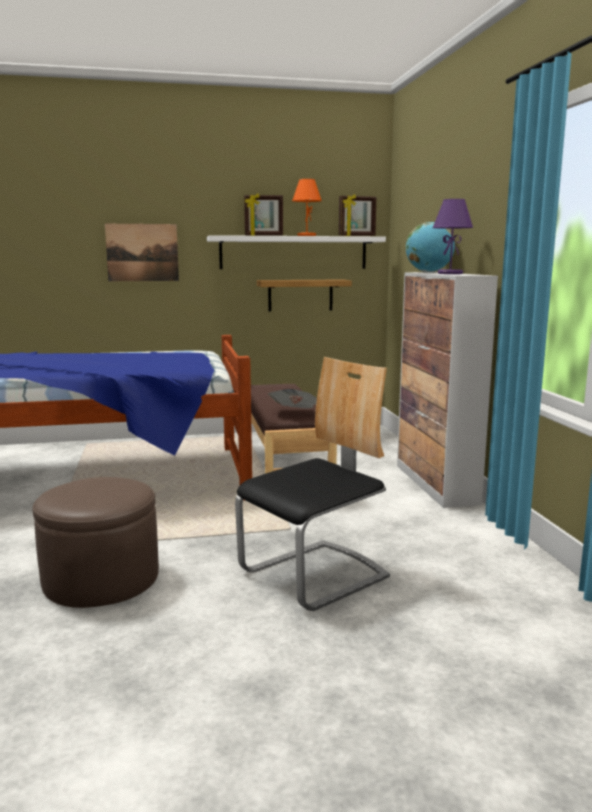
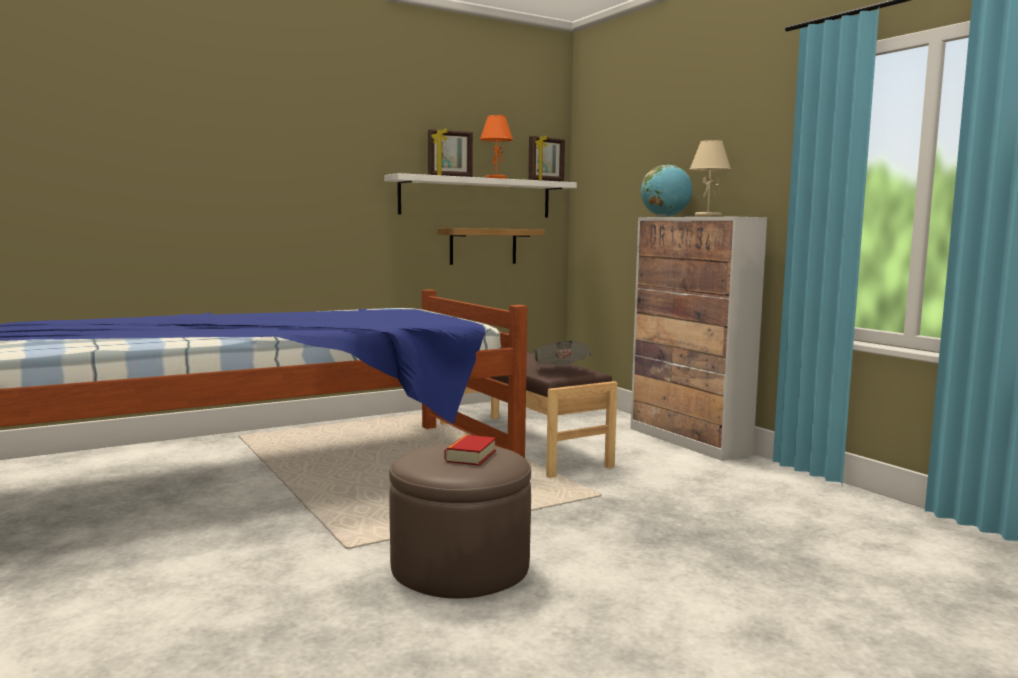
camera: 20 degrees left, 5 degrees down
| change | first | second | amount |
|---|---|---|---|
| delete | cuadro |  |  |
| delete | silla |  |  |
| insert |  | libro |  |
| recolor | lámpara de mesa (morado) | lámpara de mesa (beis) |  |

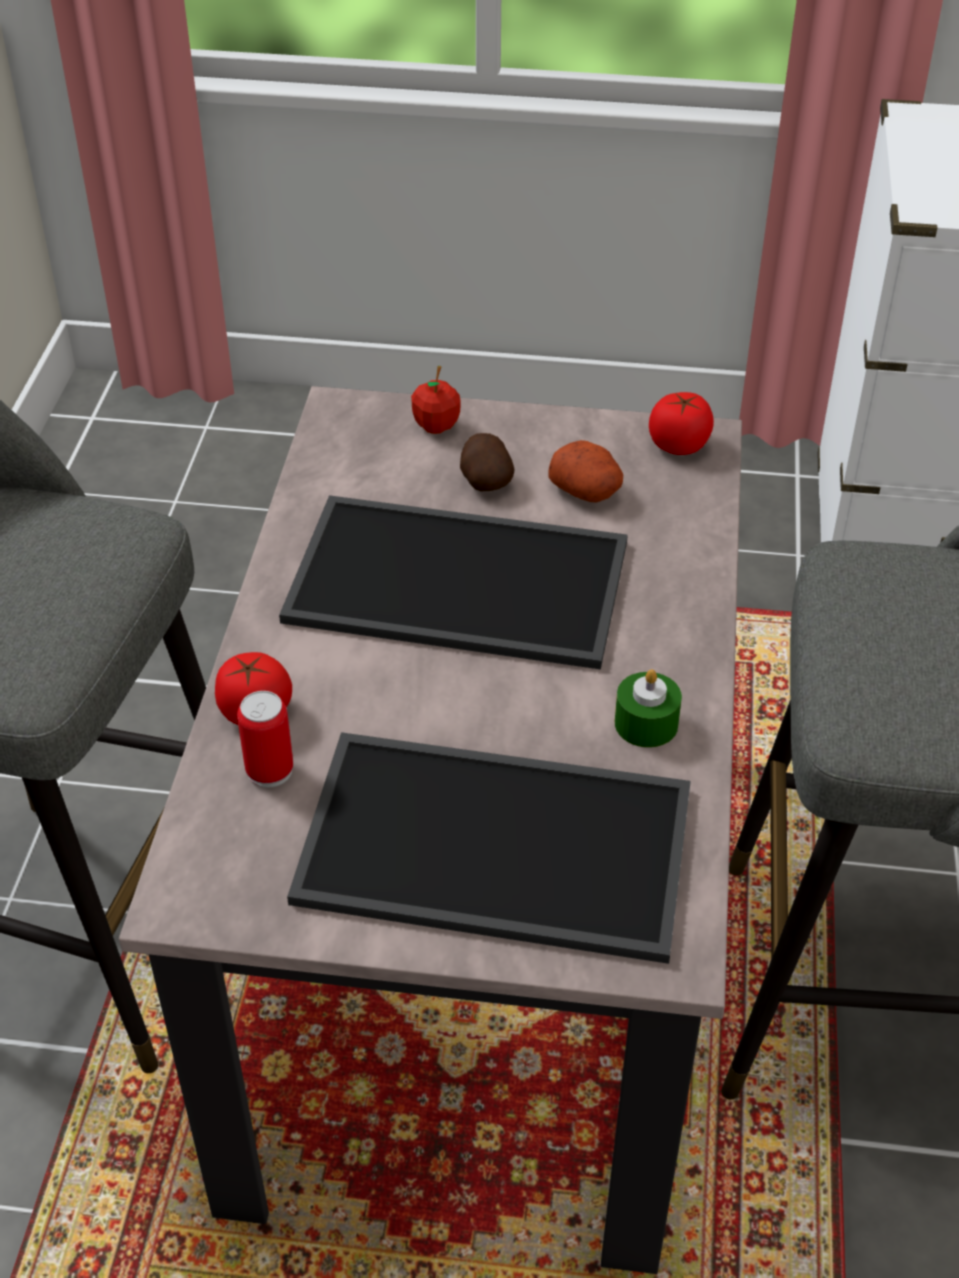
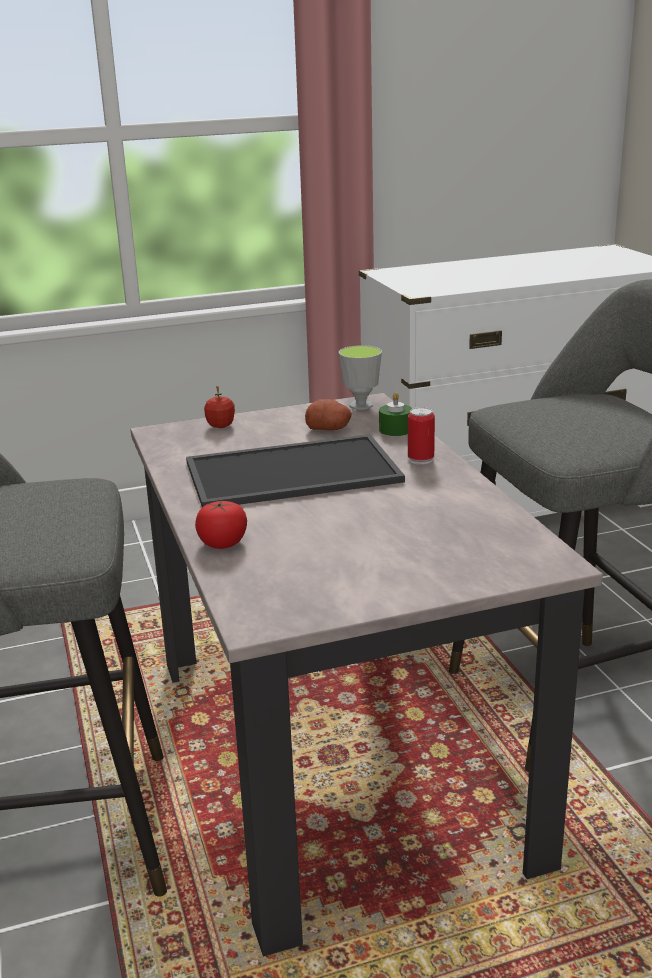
camera: 25 degrees left, 20 degrees down
| change | first | second | amount |
|---|---|---|---|
| delete | bandeja (2nd from left) |  |  |
| delete | patata (1st from left) |  |  |
| move | lata |  |  |
| move | vela (verde) |  |  |
| replace | tomate (2nd from left) | taza |  |

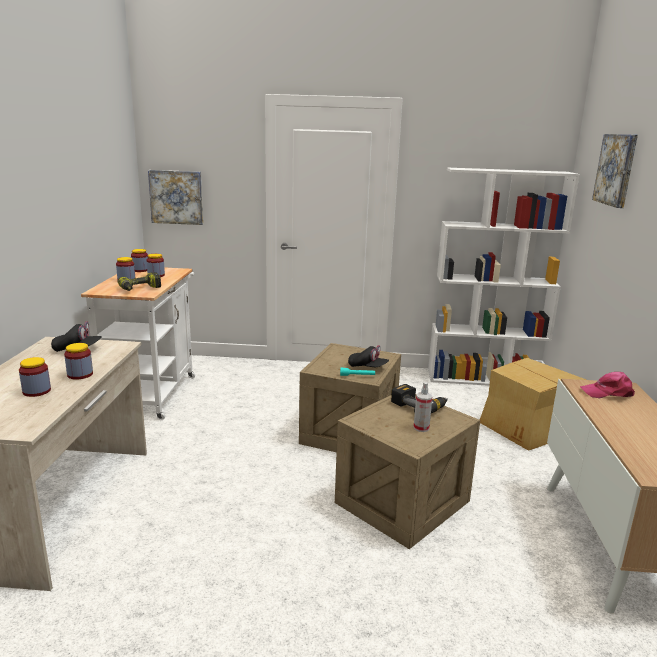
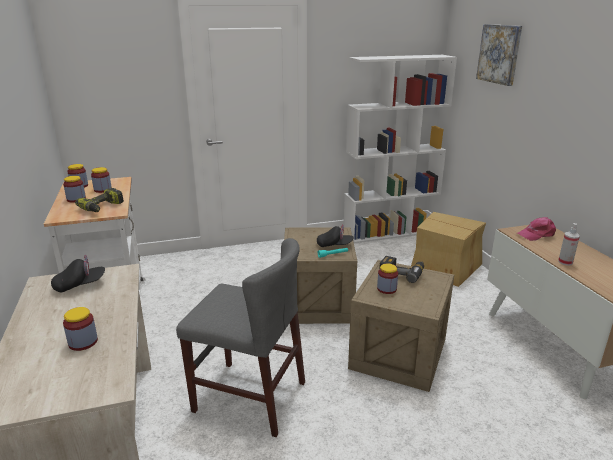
camera: 20 degrees left, 5 degrees up
| change | first | second | amount |
|---|---|---|---|
| delete | cuadro (1st from left) |  |  |
| insert |  | silla (gris) |  |
| move | tarro (2nd from left in the first image) | tarro (5th from left) |  |
| move | pulverizador |  |  |

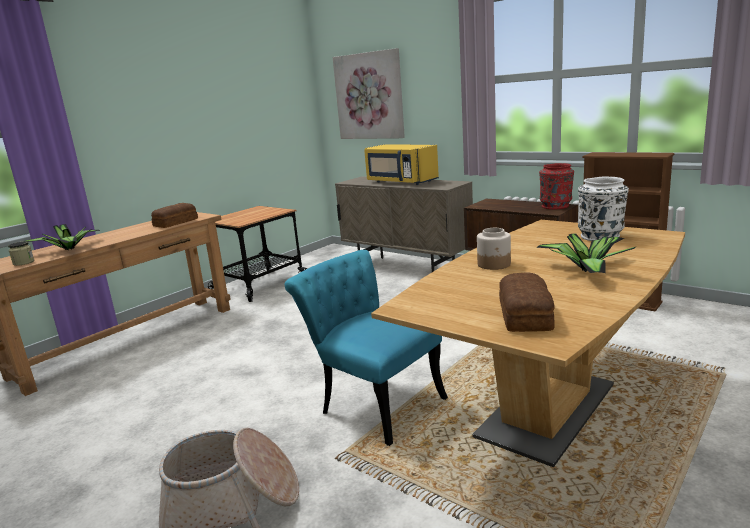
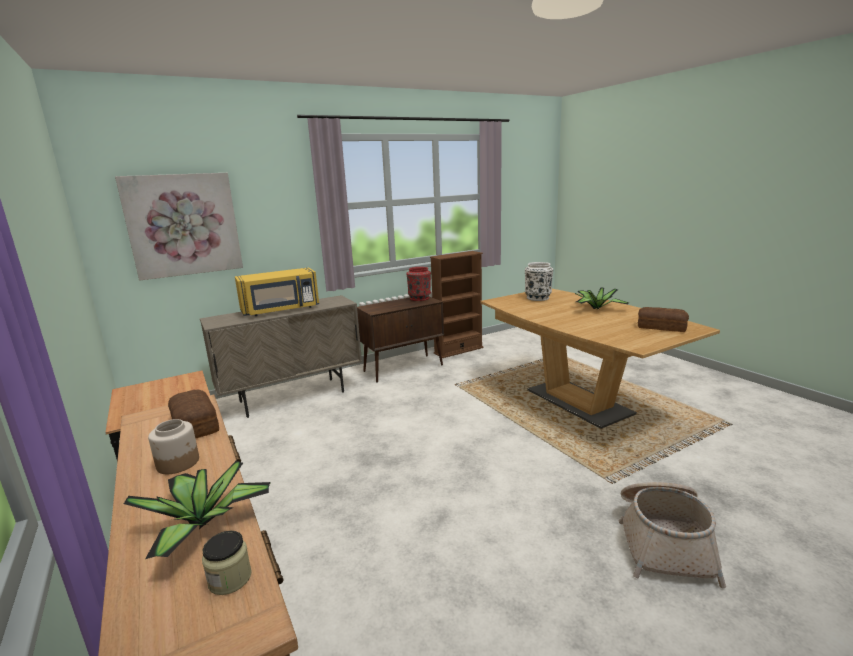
camera: 70 degrees left, 0 degrees up
| change | first | second | amount |
|---|---|---|---|
| delete | silla (turquesa) |  |  |
| move | tarro (2nd from left in the first image) | tarro (1st from left) |  |

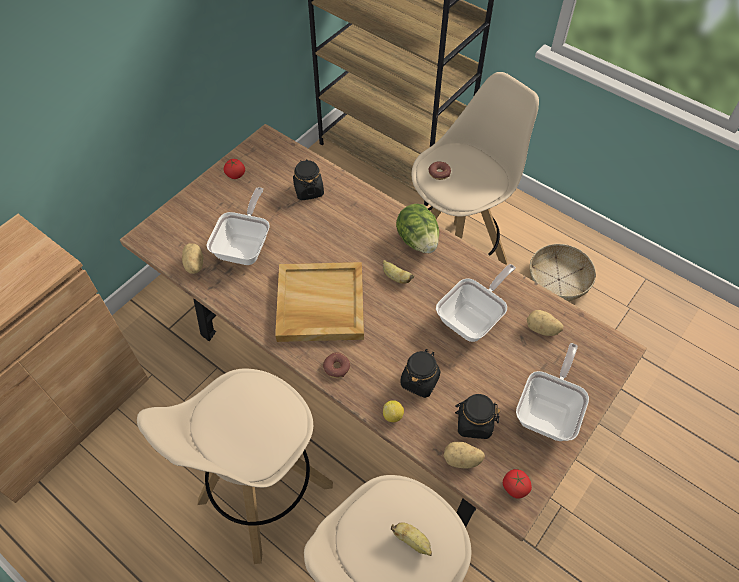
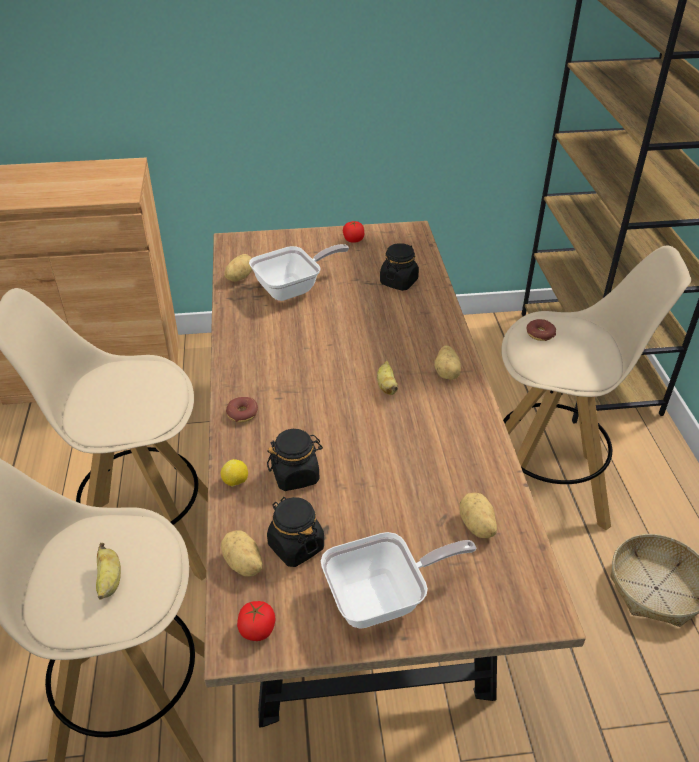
camera: 45 degrees right, 15 degrees down
| change | first | second | amount |
|---|---|---|---|
| delete | bandeja (beis) |  |  |
| delete | sartén (2nd from left) |  |  |
| replace | lechuga | patata (3rd from left) |  |

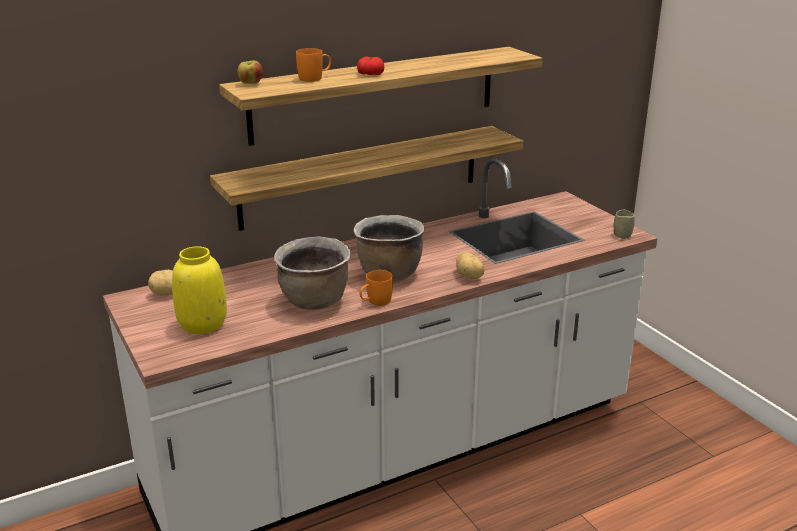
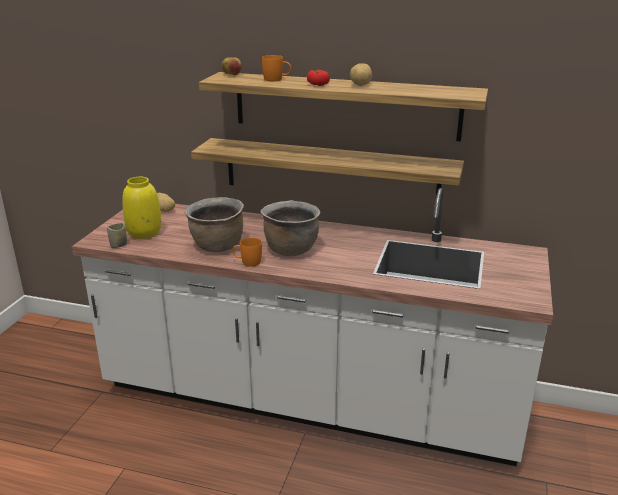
camera: 45 degrees right, 0 degrees up
| change | first | second | amount |
|---|---|---|---|
| move | patata (2nd from left) |  |  |
| move | taza |  |  |

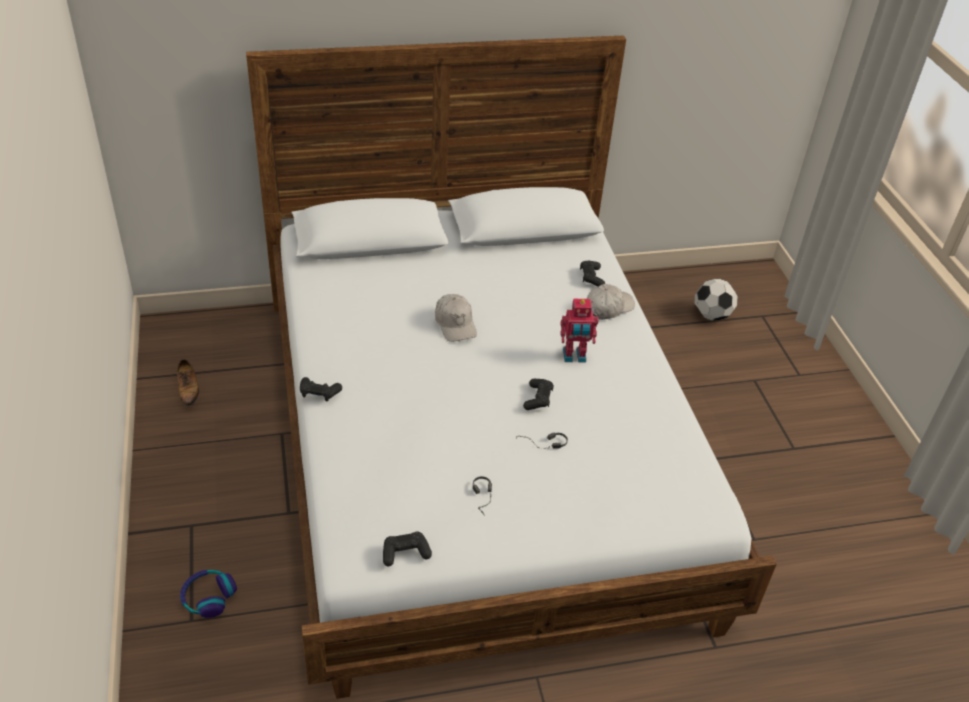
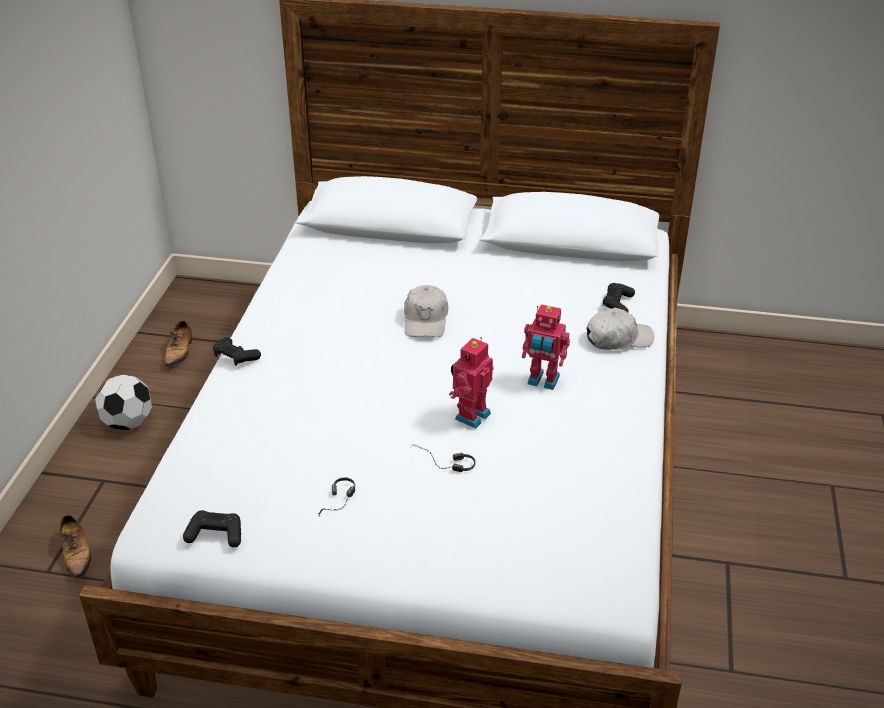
camera: 25 degrees right, 5 degrees down
| change | first | second | amount |
|---|---|---|---|
| move | balón de fútbol |  |  |
| replace | auriculares (1st from left) | zapato (1st from left) |  |
| replace | mando de consola (negro) (3rd from left) | robot de juguete (1st from left) |  |

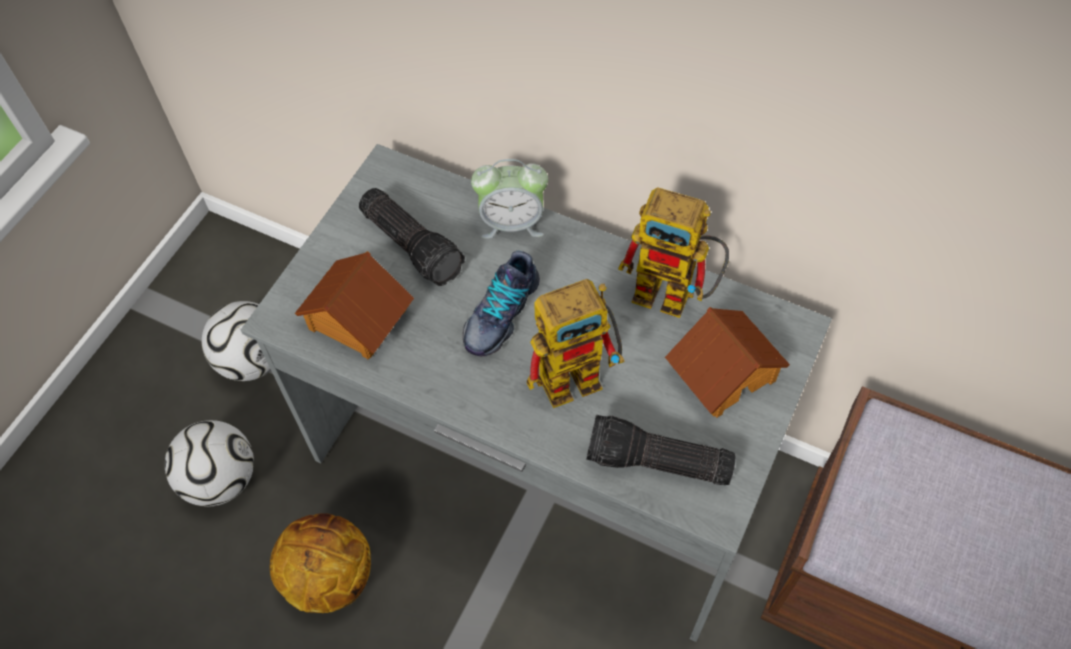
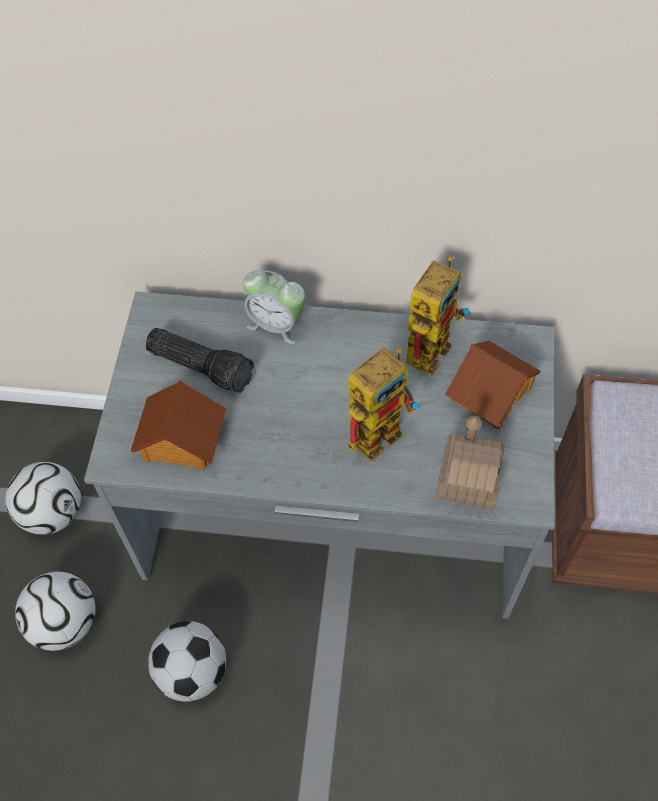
camera: 20 degrees left, 0 degrees up
| change | first | second | amount |
|---|---|---|---|
| delete | zapato |  |  |
| replace | balón de baloncesto | balón de fútbol (3rd from left) |  |
| replace | linterna (2nd from left) | casita (2nd from left) |  |
| rotate | despertador |  | 45 degrees clockwise |
| rotate | robot de juguete (2nd from left) |  | 60 degrees counterclockwise |

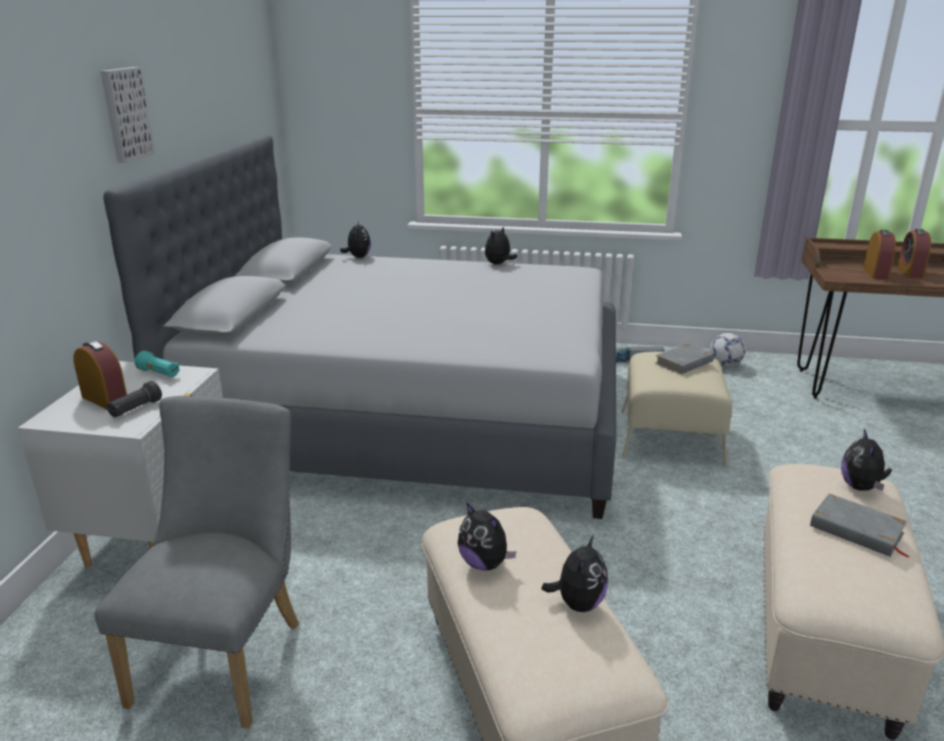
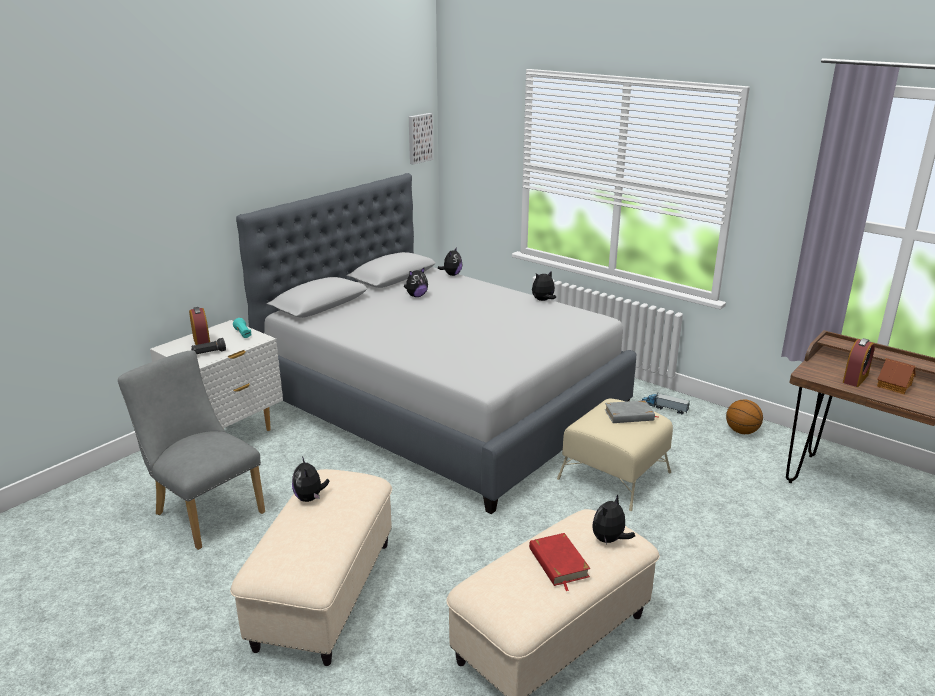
camera: 30 degrees right, 0 degrees up
| change | first | second | amount |
|---|---|---|---|
| move | cuadro |  |  |
| move | peluche (4th from left in the first image) | peluche (2nd from left) |  |
| replace | balón de fútbol | balón de baloncesto |  |
| replace | despertador (3rd from left) | casita |  |
| recolor | libro (gris) (2nd from left) | libro (rojo) |  |
| rotate | silla (gris) |  | 90 degrees counterclockwise |

